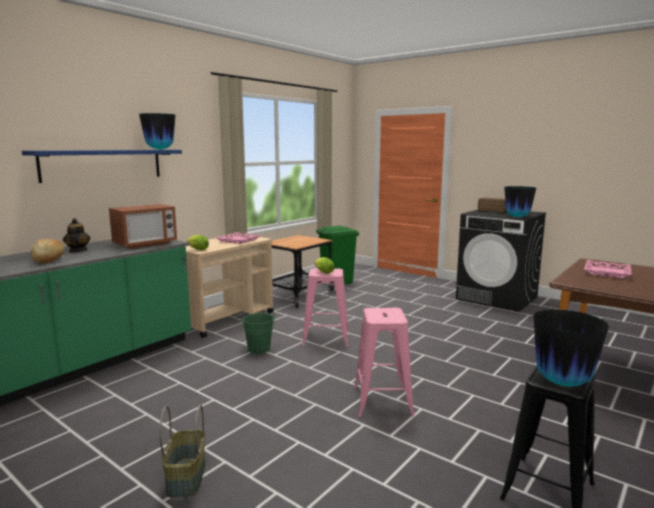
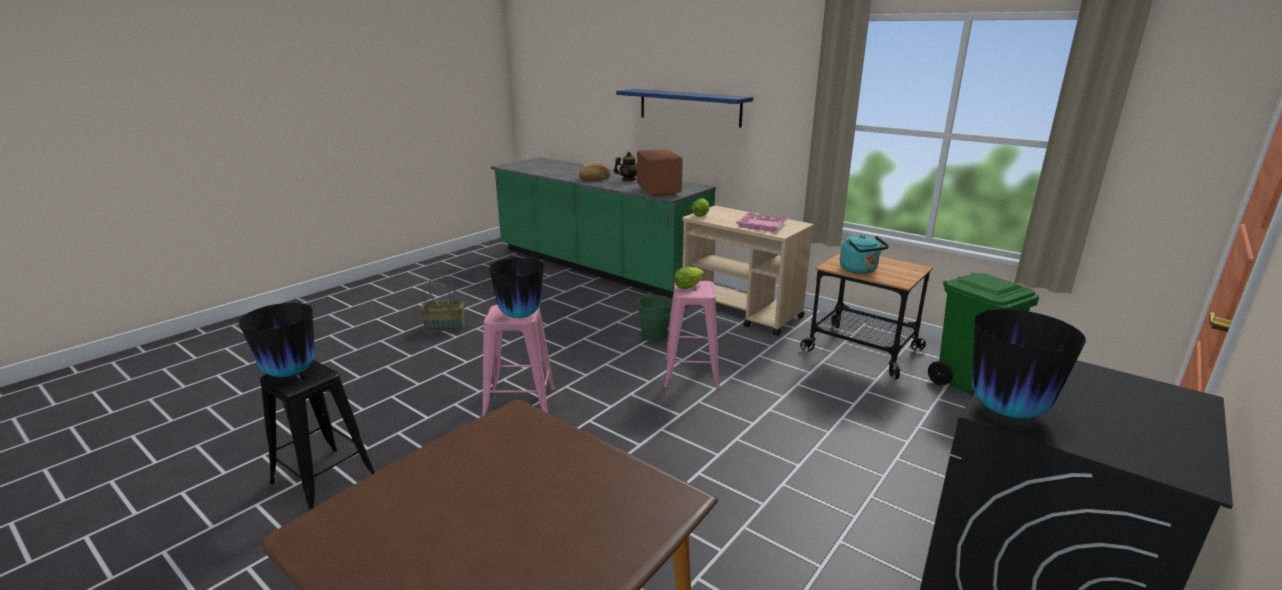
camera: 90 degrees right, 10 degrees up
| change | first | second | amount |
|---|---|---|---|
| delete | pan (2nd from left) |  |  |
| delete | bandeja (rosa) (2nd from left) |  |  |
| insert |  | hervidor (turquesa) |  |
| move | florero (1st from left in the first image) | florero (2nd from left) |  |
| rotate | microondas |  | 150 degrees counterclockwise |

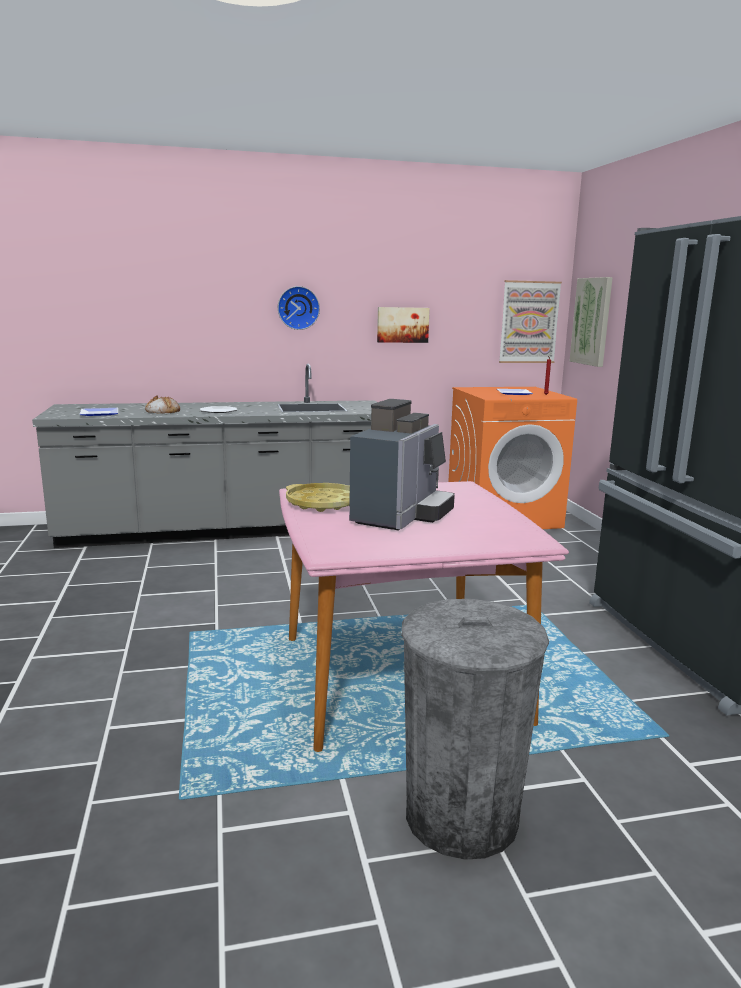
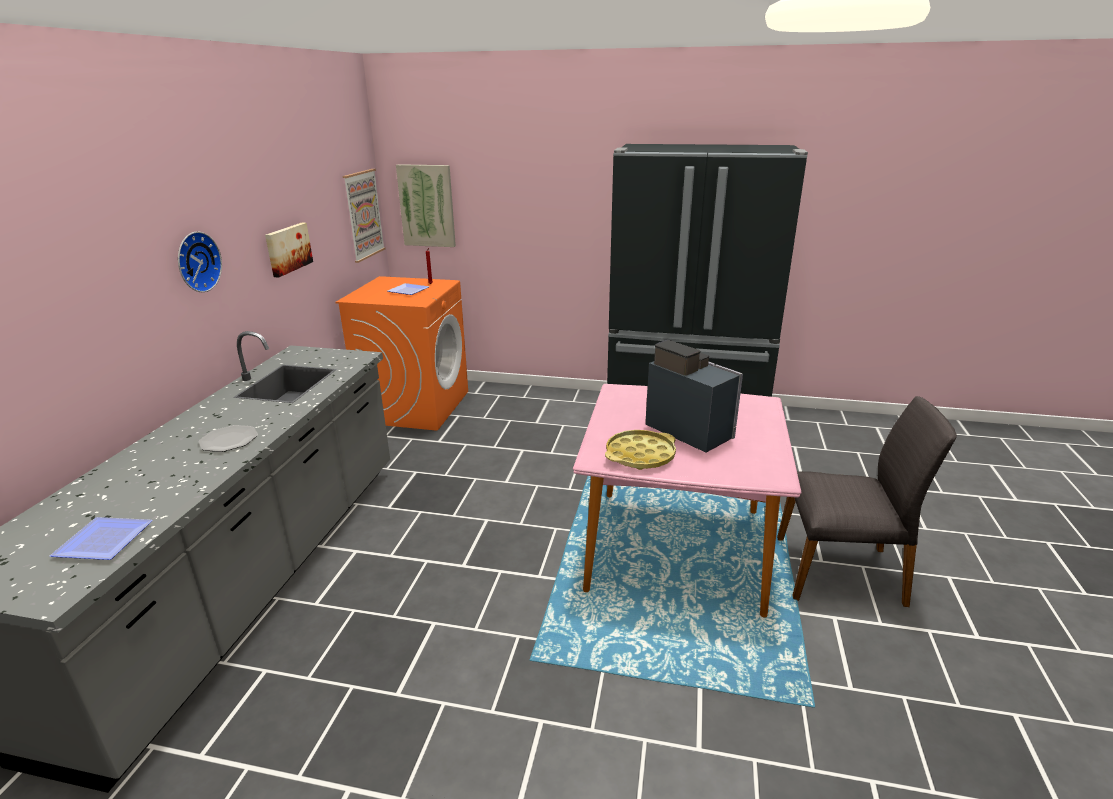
camera: 65 degrees left, 10 degrees up
| change | first | second | amount |
|---|---|---|---|
| delete | pan |  |  |
| replace | papelera (gris) | silla (gris) |  |

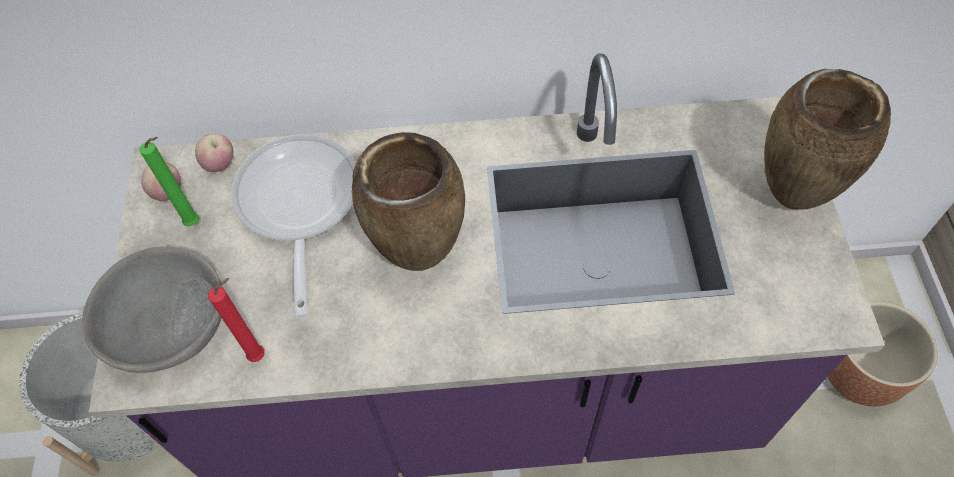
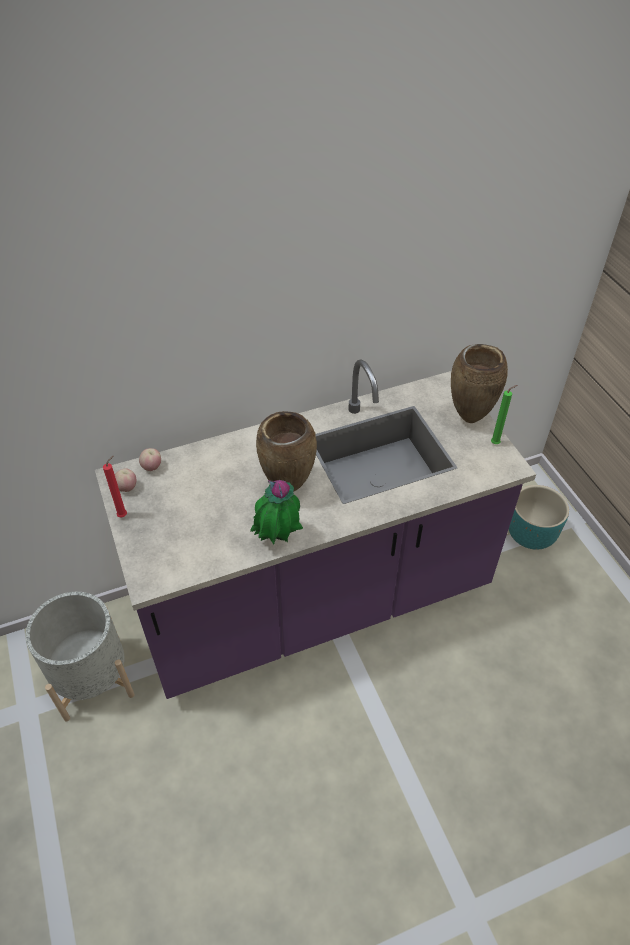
camera: 20 degrees left, 10 degrees down
| change | first | second | amount |
|---|---|---|---|
| delete | cuenco (gris) |  |  |
| delete | sartén |  |  |
| insert |  | planta en maceta |  |
| move | vela (verde) |  |  |
| move | vela (rojo) |  |  |
| recolor | maceta (marrón) | maceta (turquesa) |  |

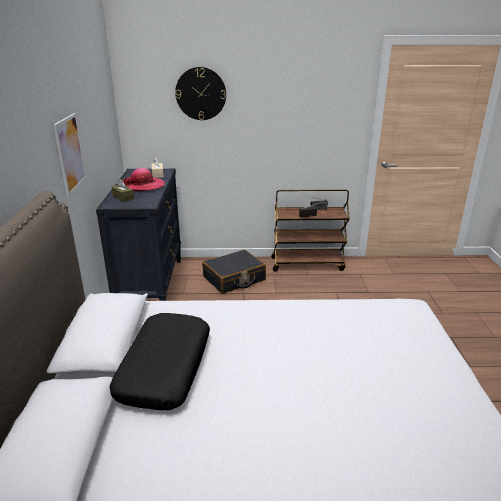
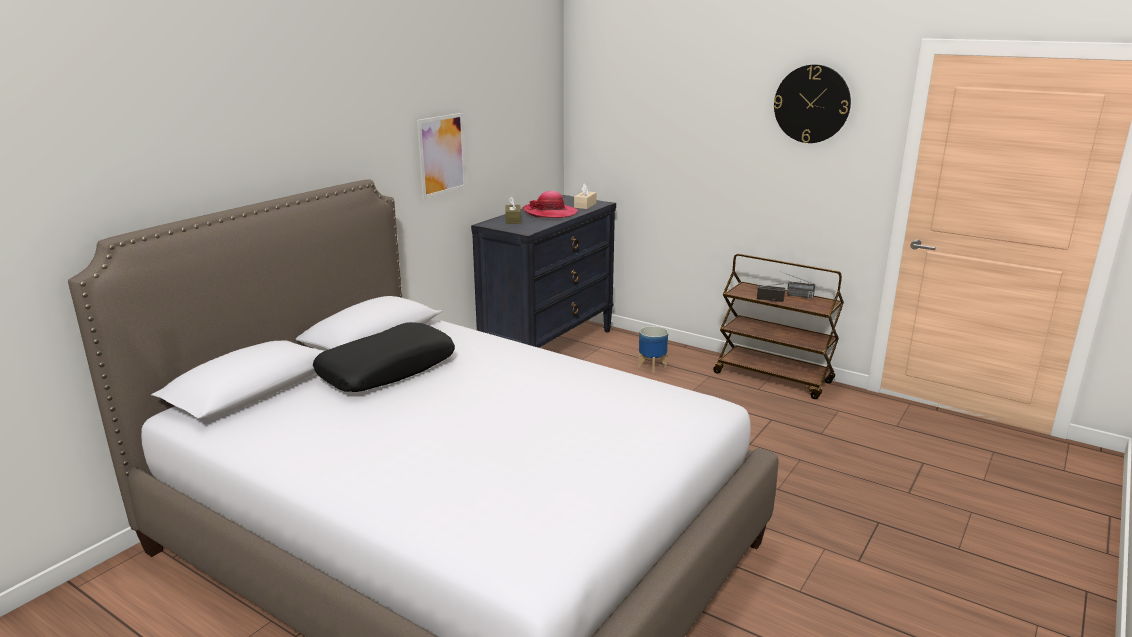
camera: 35 degrees right, 5 degrees down
| change | first | second | amount |
|---|---|---|---|
| move | reloj de pared |  |  |
| replace | maleta (negro) | maceta |  |

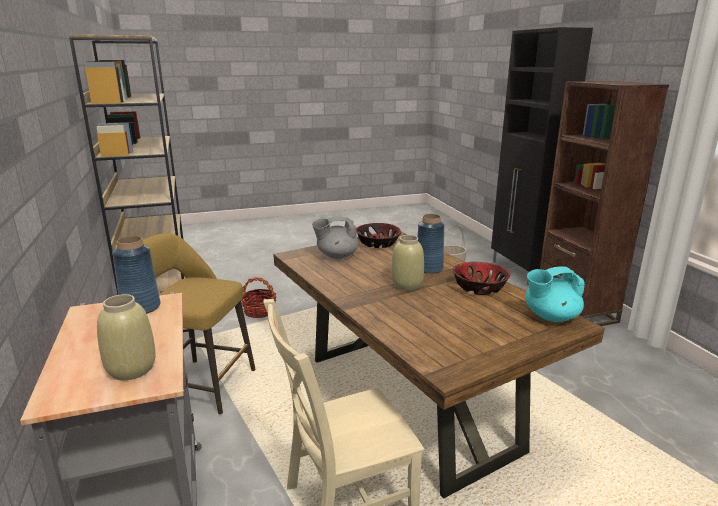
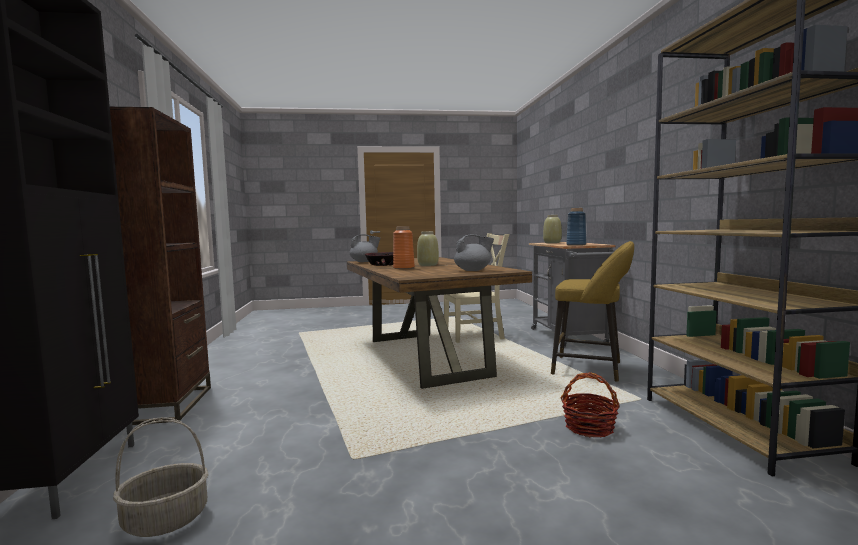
camera: 170 degrees left, 15 degrees down
| change | first | second | amount |
|---|---|---|---|
| delete | cuenco (1st from left) |  |  |
| recolor | florero (azul) (2nd from left) | florero (naranja) |  |
| recolor | tetera (turquesa) | tetera (gris) (1st from left) |  |

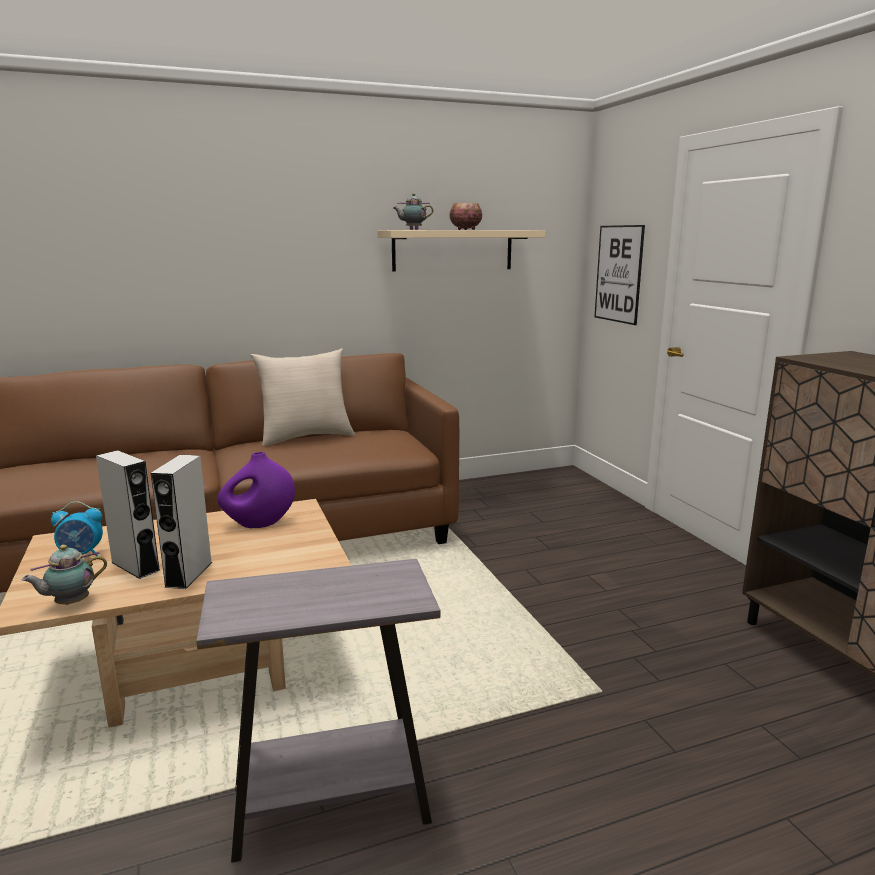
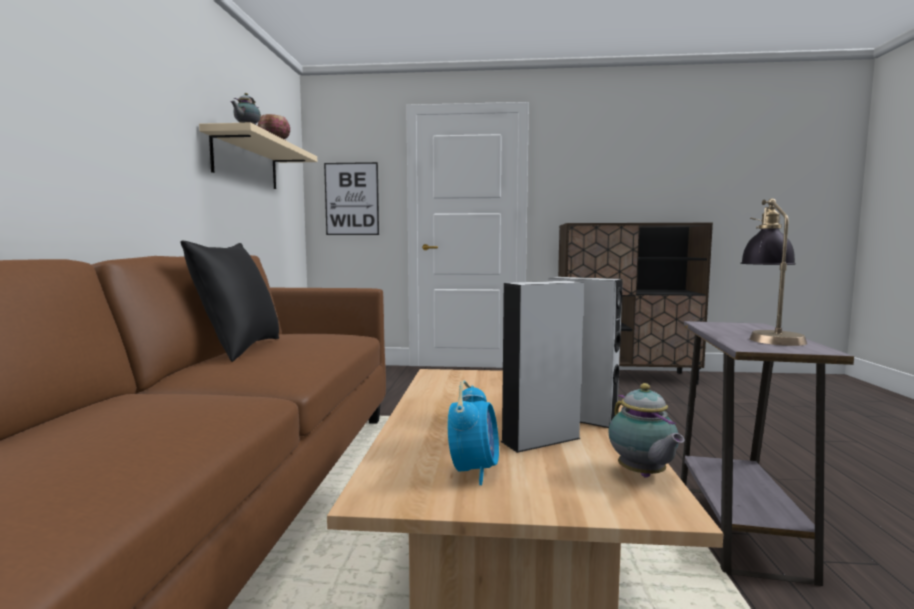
camera: 65 degrees left, 10 degrees down
| change | first | second | amount |
|---|---|---|---|
| delete | florero (morado) |  |  |
| insert |  | lámpara de mesa |  |
| recolor | cojín (beis) | cojín (negro) |  |

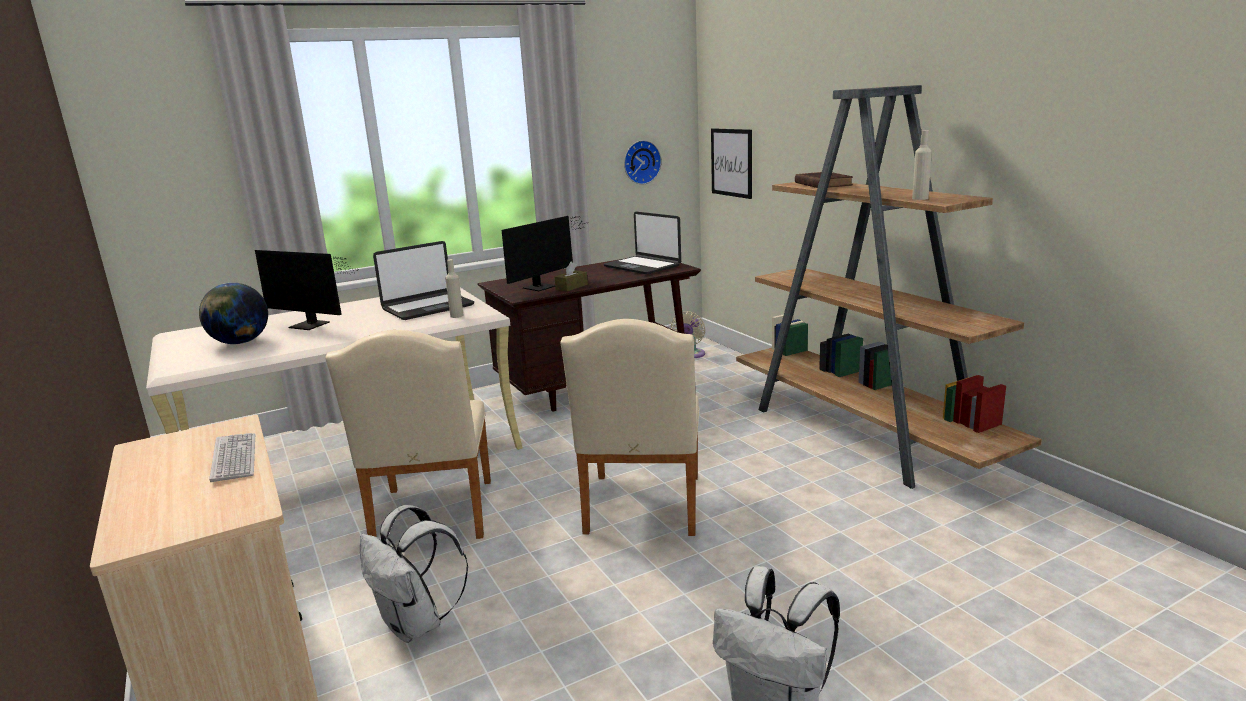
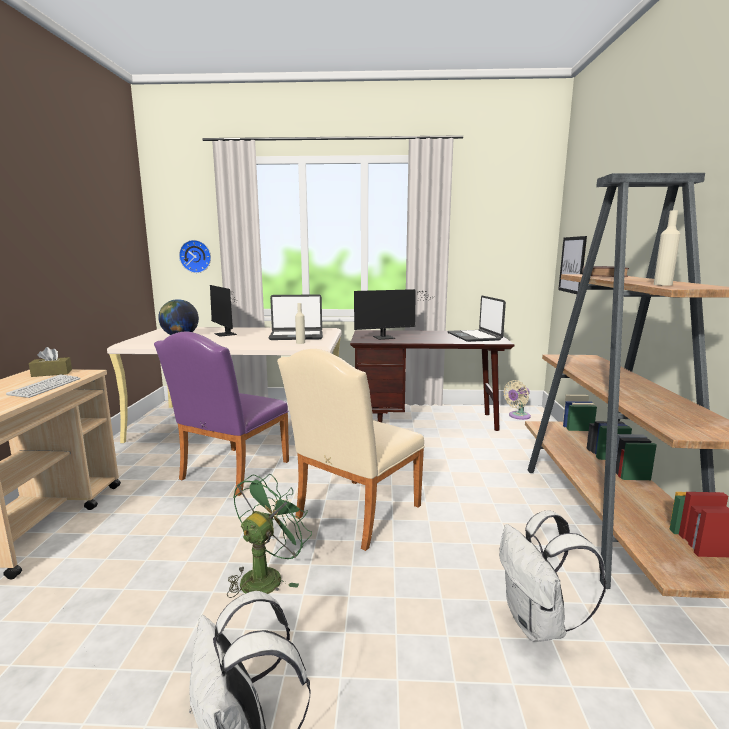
camera: 30 degrees right, 5 degrees down
| change | first | second | amount |
|---|---|---|---|
| insert |  | ventilador (verde) |  |
| move | mochila (blanco) (1st from left in the first image) | mochila (blanco) (2nd from left) |  |
| move | caja de pañuelos (marrón) |  |  |
| move | reloj de pared |  |  |
| recolor | silla (beis) (1st from left) | silla (morado) |  |

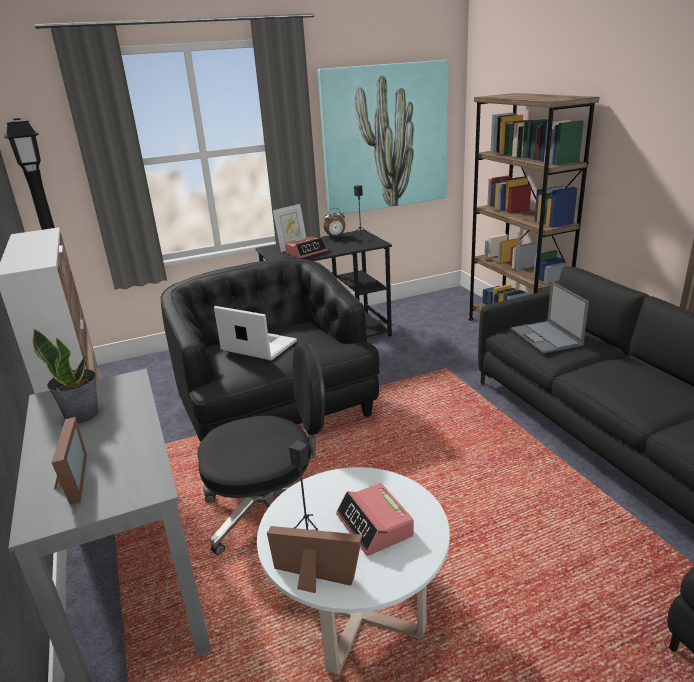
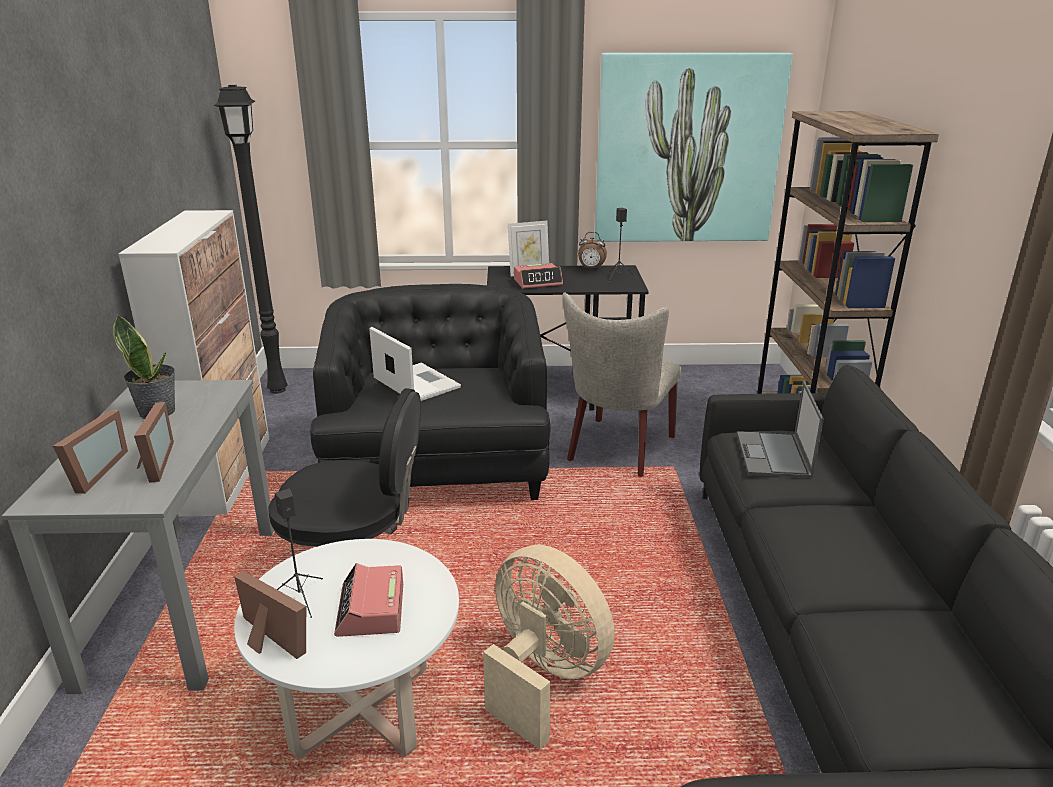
camera: 20 degrees right, 0 degrees up
| change | first | second | amount |
|---|---|---|---|
| insert |  | portarretratos (2nd from left) |  |
| insert |  | ventilador (beis) |  |
| insert |  | silla (beis) |  |

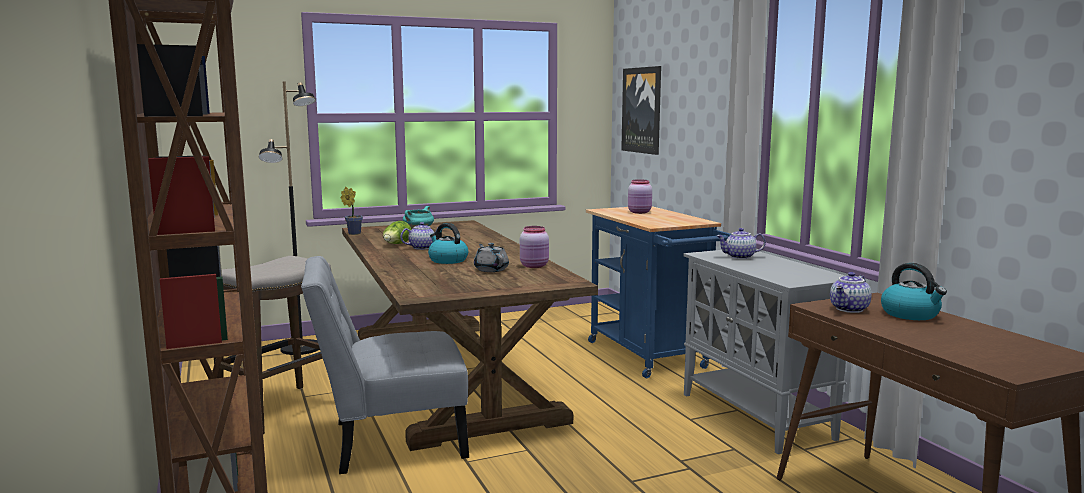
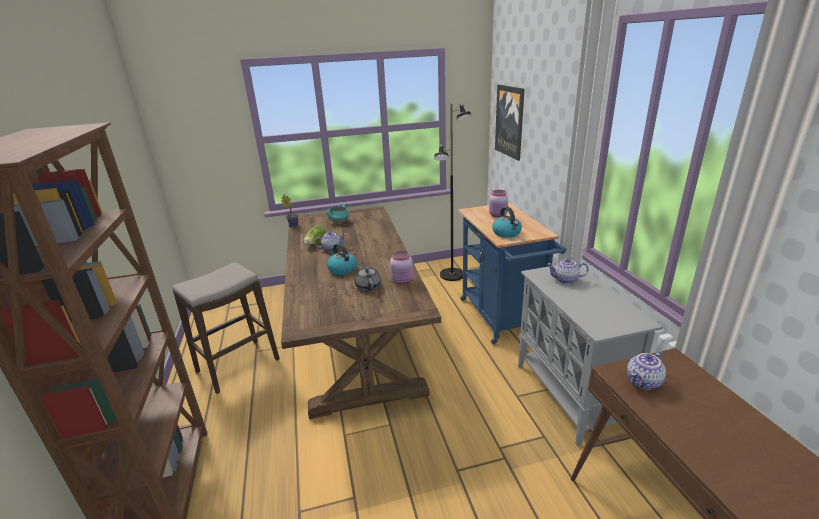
camera: 10 degrees right, 15 degrees up
| change | first | second | amount |
|---|---|---|---|
| delete | silla (gris) |  |  |
| move | lámpara de pie (negro) |  |  |
| move | hervidor (2nd from left) |  |  |

